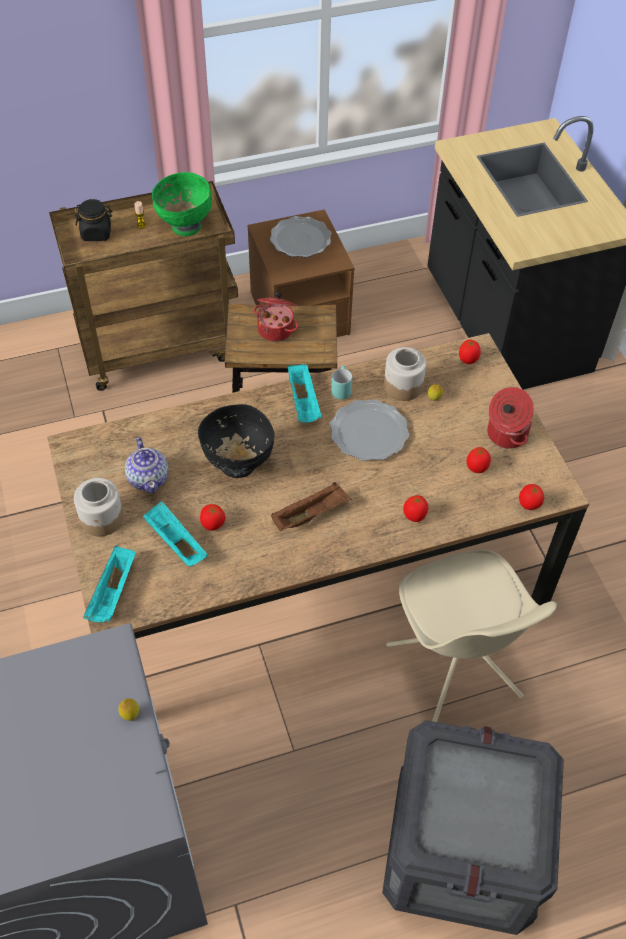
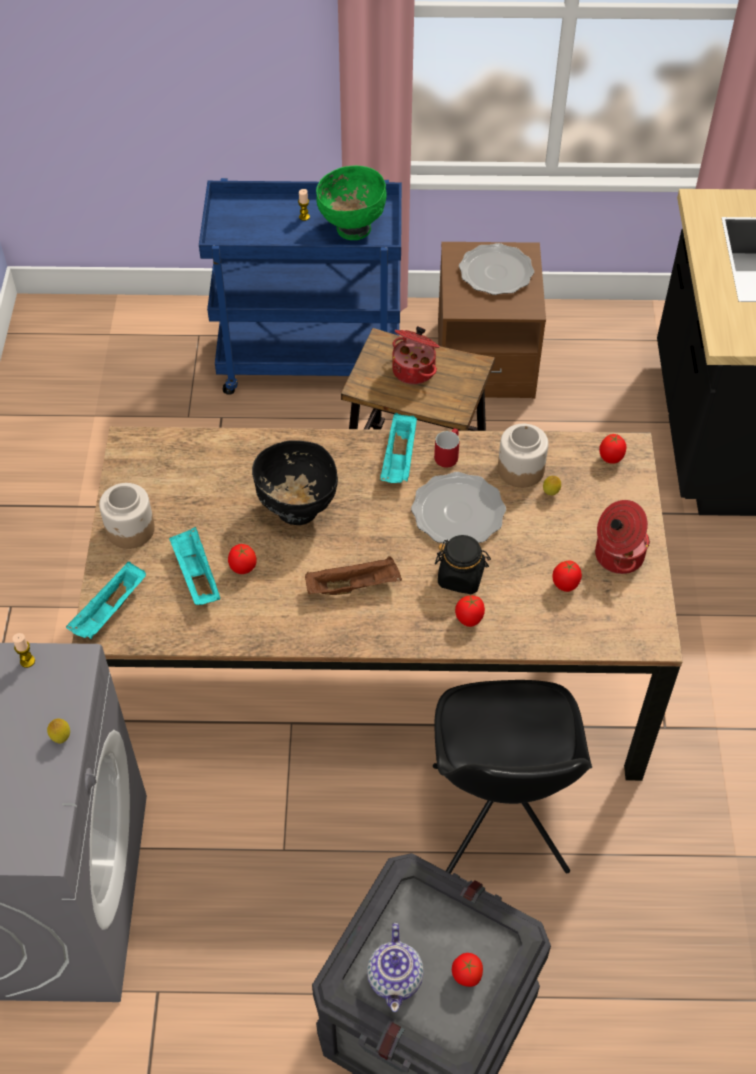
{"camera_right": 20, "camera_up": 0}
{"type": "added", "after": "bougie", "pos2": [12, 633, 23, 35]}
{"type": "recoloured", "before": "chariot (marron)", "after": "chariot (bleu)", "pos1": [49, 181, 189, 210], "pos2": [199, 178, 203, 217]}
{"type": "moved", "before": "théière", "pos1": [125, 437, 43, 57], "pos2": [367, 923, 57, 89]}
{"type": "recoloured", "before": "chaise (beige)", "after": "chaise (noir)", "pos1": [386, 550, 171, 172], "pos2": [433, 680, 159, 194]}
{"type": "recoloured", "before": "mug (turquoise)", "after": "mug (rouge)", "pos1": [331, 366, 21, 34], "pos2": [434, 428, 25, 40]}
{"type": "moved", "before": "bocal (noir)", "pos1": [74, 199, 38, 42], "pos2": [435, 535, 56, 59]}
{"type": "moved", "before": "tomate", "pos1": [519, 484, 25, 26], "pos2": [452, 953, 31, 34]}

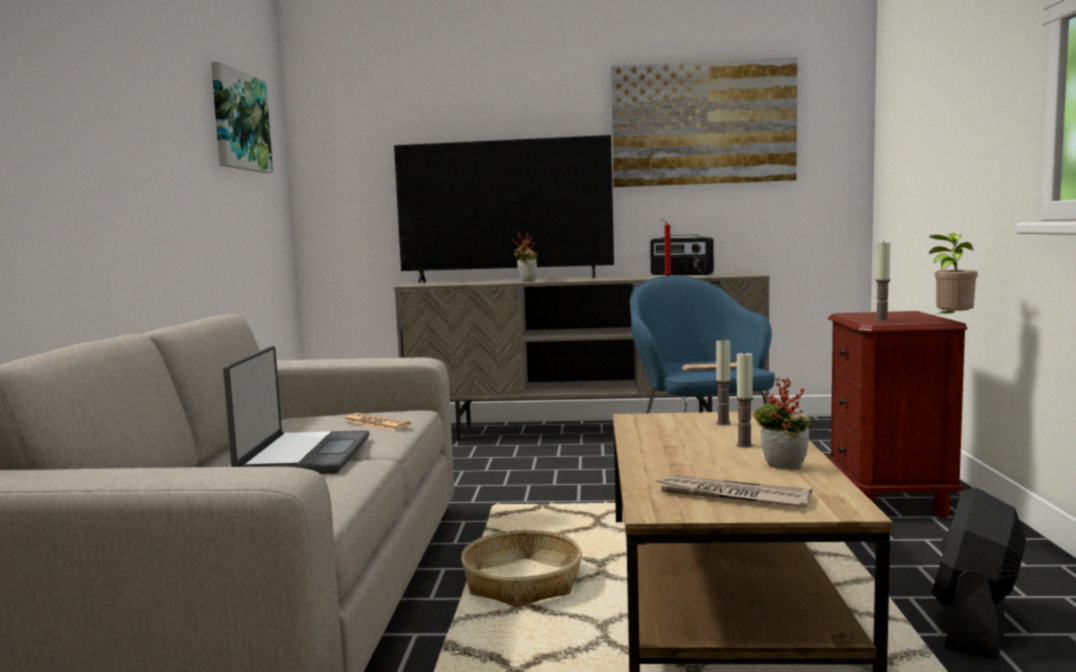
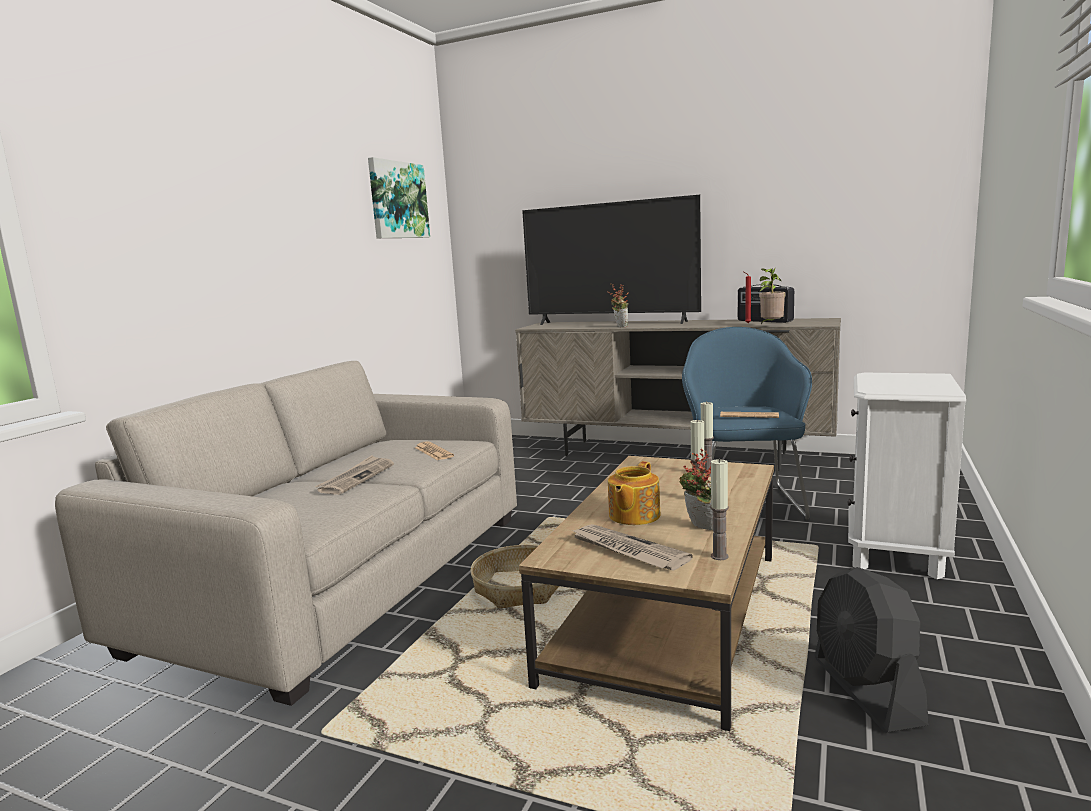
{"camera_right": 20, "camera_up": 5}
{"type": "replaced", "before": "ordinateur portable", "after": "journal", "pos1": [223, 346, 146, 128], "pos2": [315, 456, 79, 39]}
{"type": "added", "after": "théière", "pos2": [608, 461, 53, 64]}
{"type": "moved", "before": "bougie", "pos1": [875, 241, 16, 80], "pos2": [710, 459, 19, 101]}
{"type": "moved", "before": "plante en pot", "pos1": [929, 233, 49, 87], "pos2": [759, 268, 27, 57]}
{"type": "turned", "before": "ventilateur (noir)", "pos1": [932, 487, 94, 173], "pos2": [815, 567, 114, 165], "turn": -60}
{"type": "recoloured", "before": "table de chevet (marron)", "after": "table de chevet (blanc)", "pos1": [826, 311, 141, 207], "pos2": [848, 373, 118, 206]}
{"type": "removed", "before": "tableau", "pos1": [611, 57, 186, 130]}

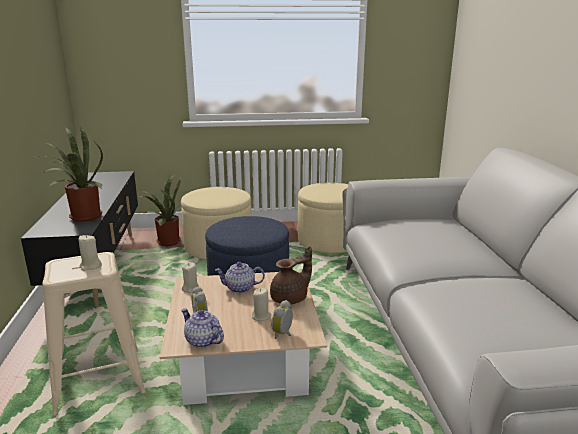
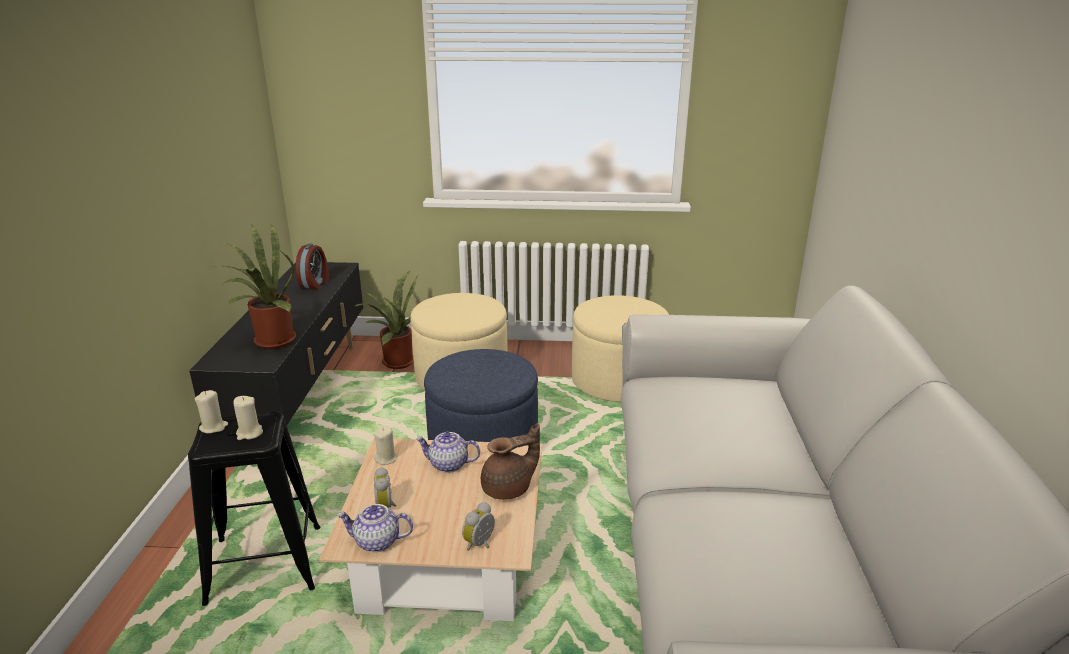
{"camera_right": 10, "camera_up": 5}
{"type": "recoloured", "before": "tabouret (beige)", "after": "tabouret (noir)", "pos1": [42, 252, 104, 163], "pos2": [188, 411, 132, 195]}
{"type": "moved", "before": "bougie (beige)", "pos1": [252, 288, 19, 33], "pos2": [195, 390, 33, 43]}
{"type": "added", "after": "réveil", "pos2": [296, 243, 33, 46]}
{"type": "turned", "before": "théière", "pos1": [181, 309, 43, 39], "pos2": [337, 504, 76, 48], "turn": -45}

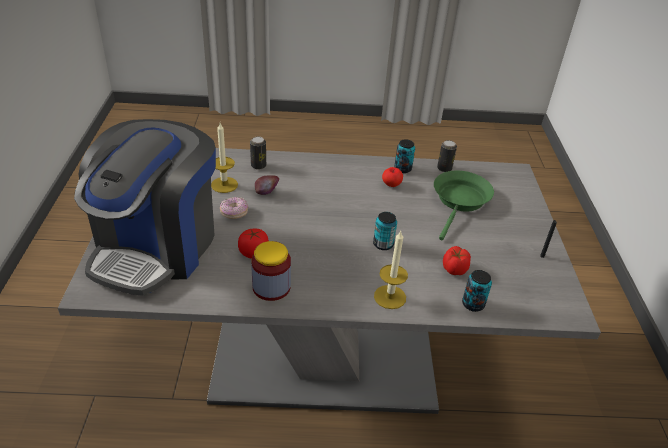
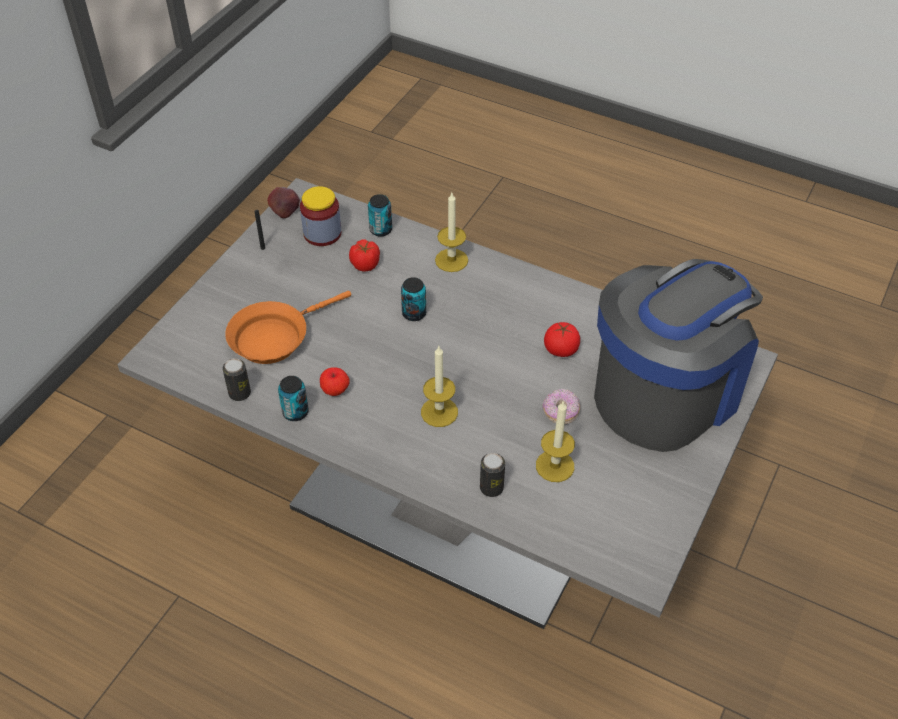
{"camera_right": -150, "camera_up": 10}
{"type": "recoloured", "before": "poêle (vert)", "after": "poêle (orange)", "pos1": [434, 171, 60, 69], "pos2": [225, 291, 126, 73]}
{"type": "moved", "before": "pomme", "pos1": [255, 175, 24, 20], "pos2": [267, 187, 33, 31]}
{"type": "moved", "before": "bocal", "pos1": [251, 241, 40, 60], "pos2": [300, 186, 41, 60]}
{"type": "added", "after": "bougie", "pos2": [421, 346, 37, 81]}

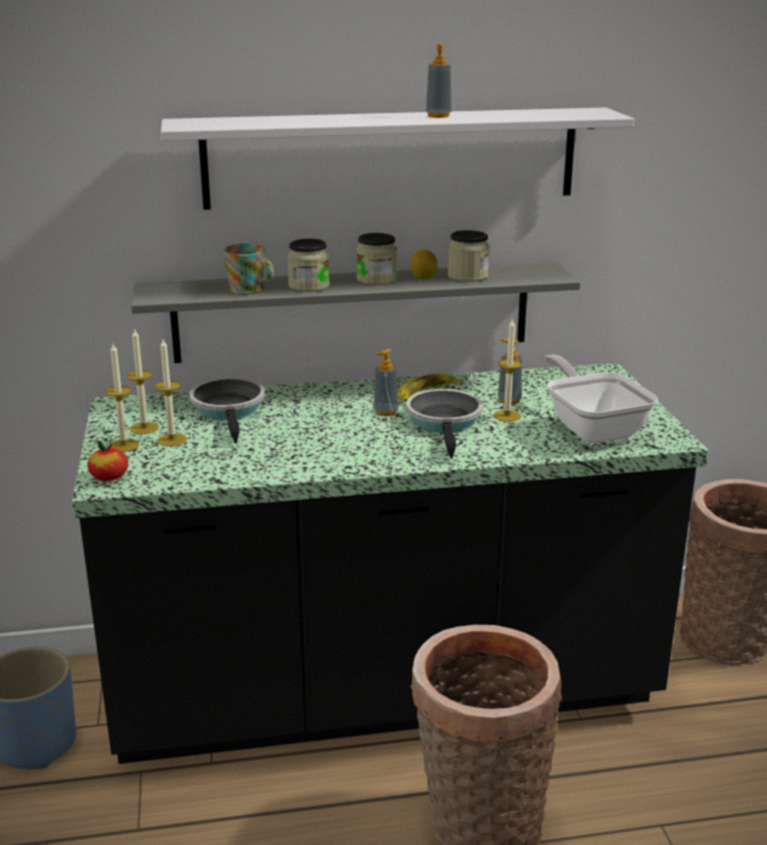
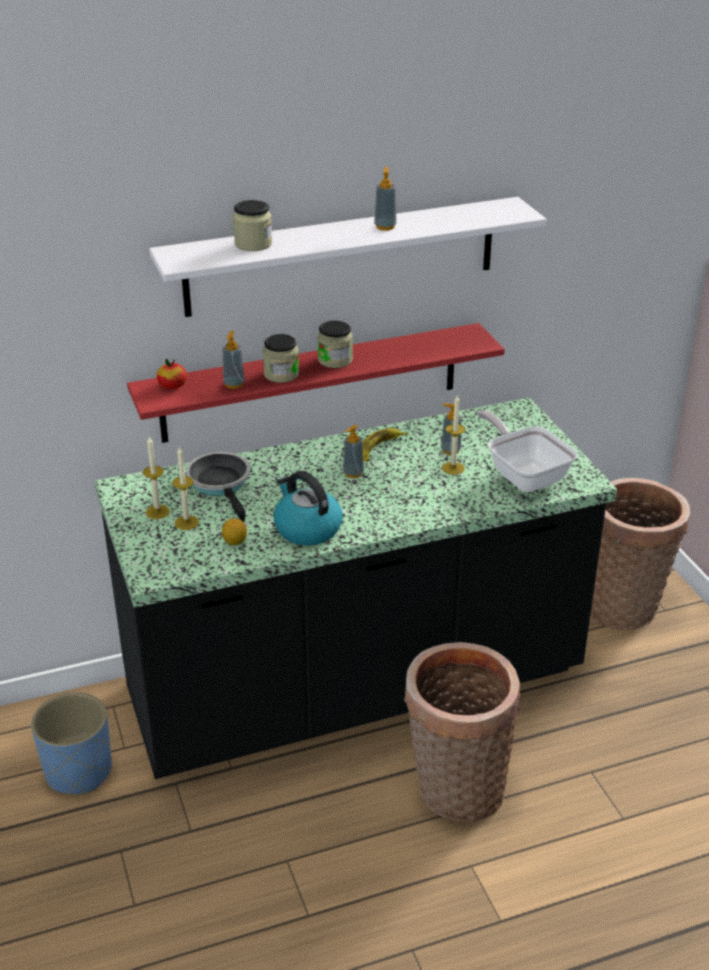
{"camera_right": -10, "camera_up": 10}
{"type": "recoloured", "before": "étagère (gris)", "after": "étagère (rouge)", "pos1": [131, 262, 450, 101], "pos2": [127, 323, 378, 120]}
{"type": "moved", "before": "pomme", "pos1": [88, 441, 40, 40], "pos2": [157, 359, 30, 30]}
{"type": "moved", "before": "citron", "pos1": [410, 250, 27, 29], "pos2": [222, 518, 25, 28]}
{"type": "replaced", "before": "mug", "after": "distributeur de savon", "pos1": [223, 243, 51, 52], "pos2": [223, 331, 22, 58]}
{"type": "moved", "before": "bocal", "pos1": [448, 230, 41, 52], "pos2": [233, 200, 39, 51]}
{"type": "added", "after": "bouilloire", "pos2": [274, 471, 69, 74]}
{"type": "removed", "before": "bougie", "pos1": [105, 344, 34, 108]}
{"type": "removed", "before": "poêle", "pos1": [406, 389, 77, 70]}

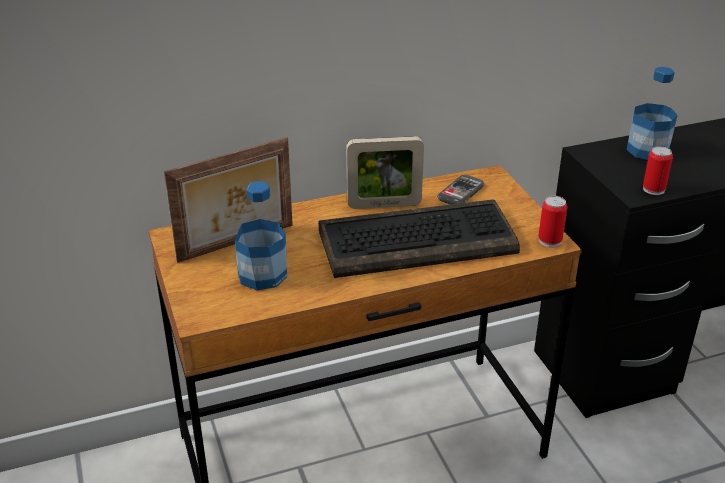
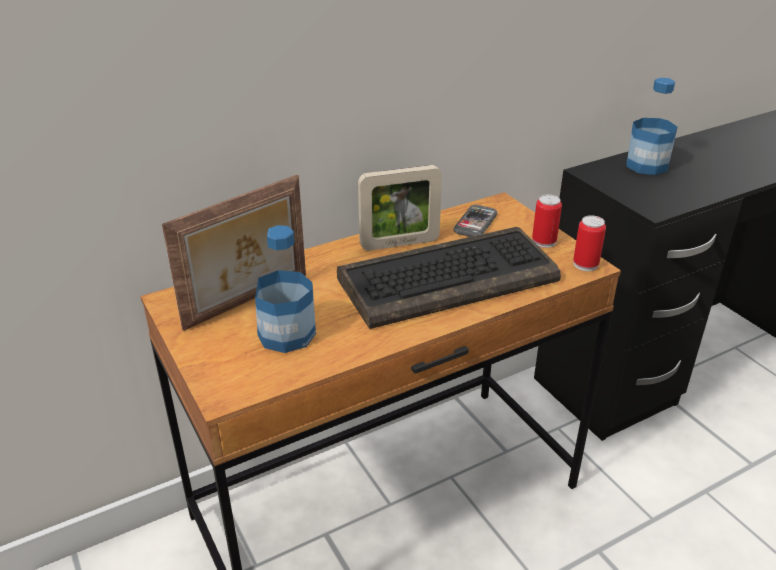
{"camera_right": -10, "camera_up": 0}
{"type": "moved", "before": "boîte métallique", "pos1": [643, 146, 30, 49], "pos2": [532, 194, 30, 54]}

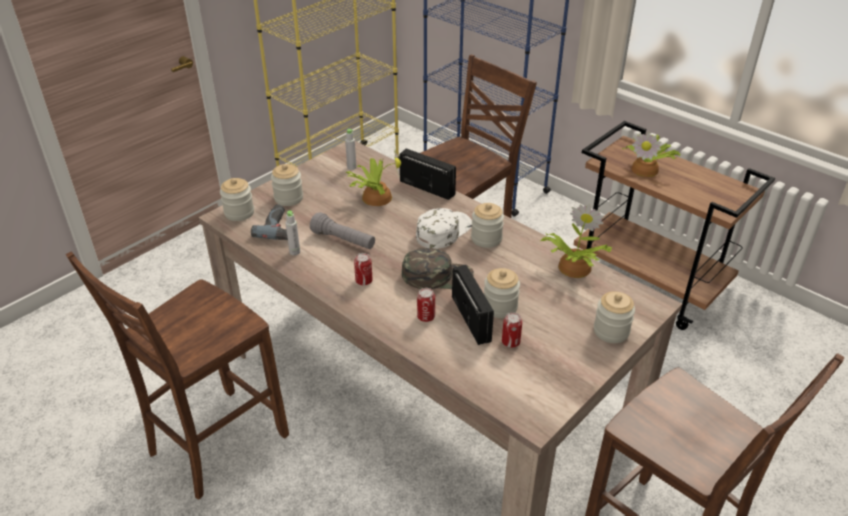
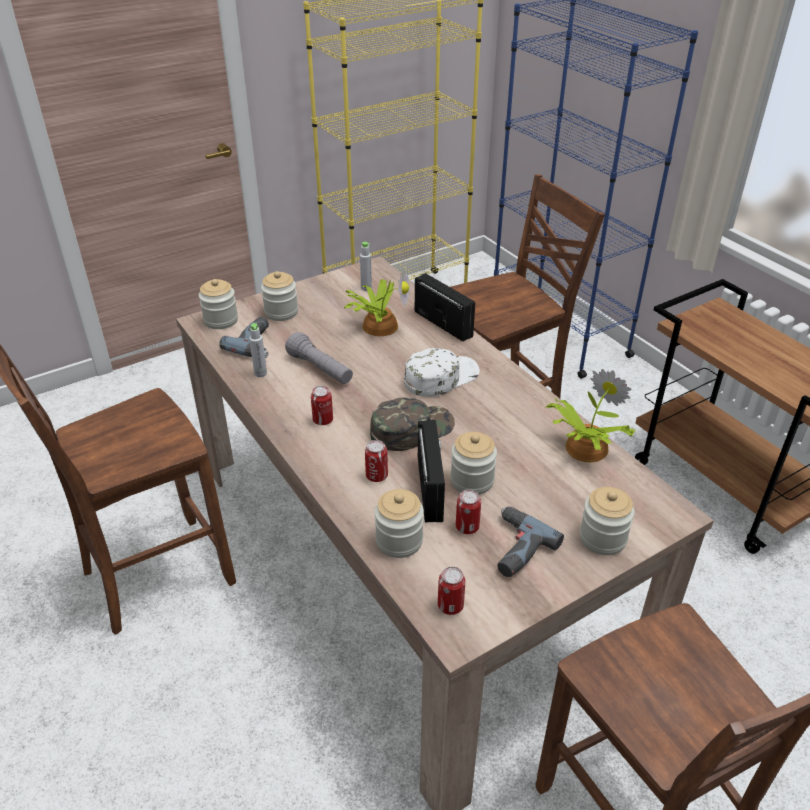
{"camera_right": 15, "camera_up": 0}
{"type": "turned", "before": "casquette (vert)", "pos1": [402, 248, 72, 41], "pos2": [370, 398, 85, 53], "turn": -45}
{"type": "moved", "before": "bocal", "pos1": [471, 203, 33, 45], "pos2": [374, 489, 50, 69]}
{"type": "added", "after": "boîte métallique", "pos2": [438, 567, 27, 48]}
{"type": "added", "after": "perceuse", "pos2": [497, 506, 67, 71]}
{"type": "removed", "before": "plante en pot", "pos1": [622, 132, 58, 45]}

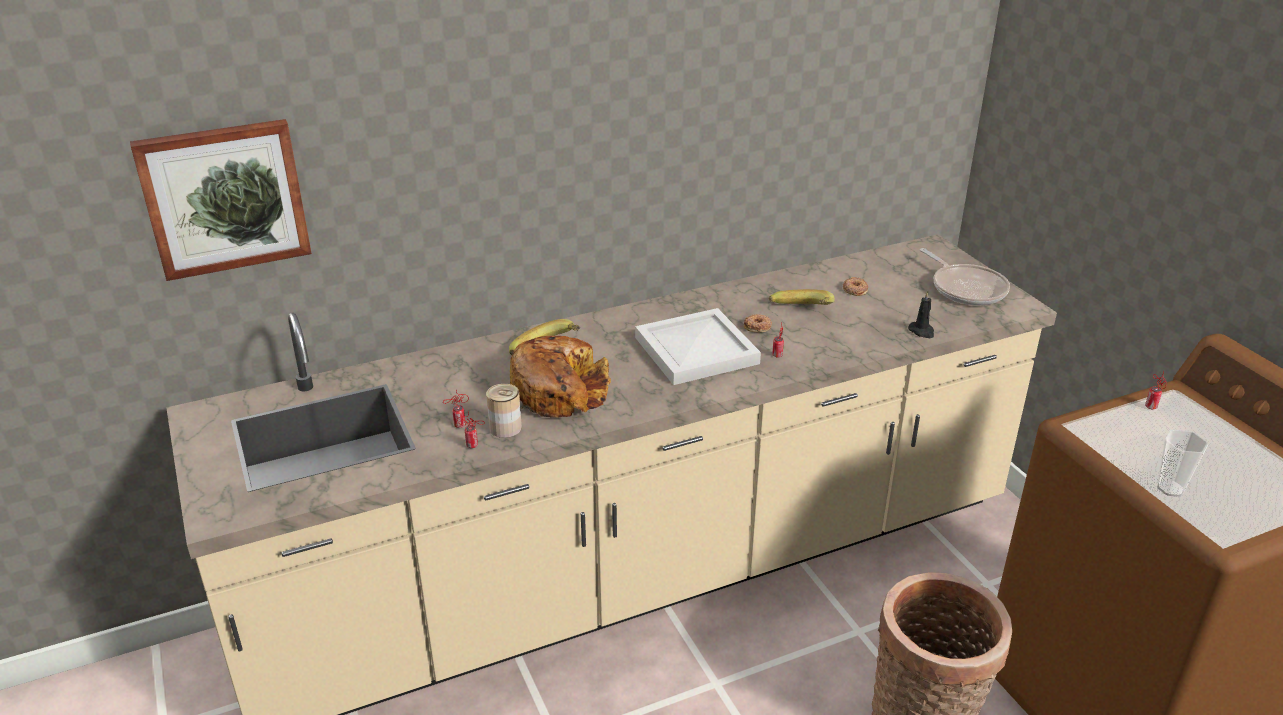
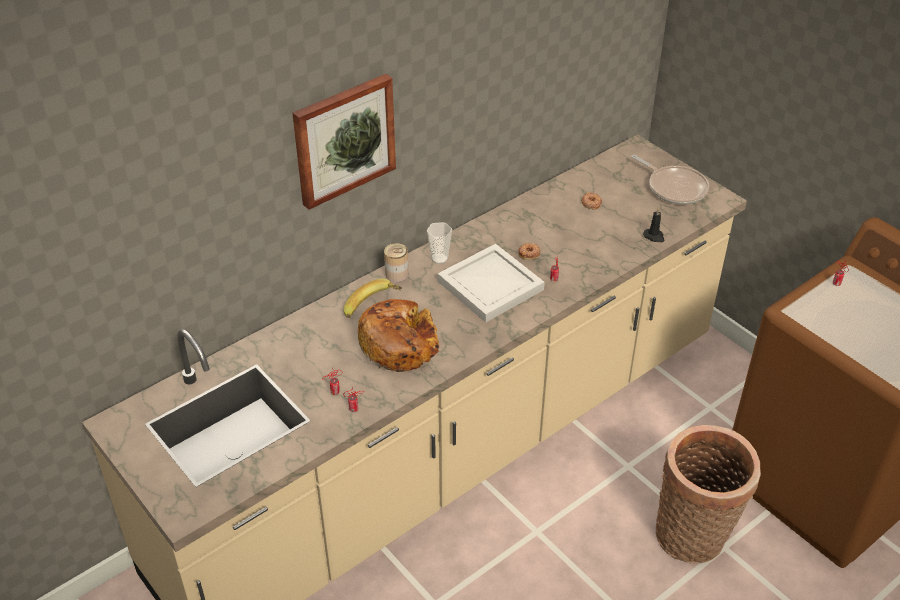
{"camera_right": -15, "camera_up": 10}
{"type": "moved", "before": "tableau", "pos1": [130, 119, 182, 162], "pos2": [292, 74, 104, 136]}
{"type": "moved", "before": "boîte métallique", "pos1": [486, 384, 36, 54], "pos2": [384, 243, 24, 39]}
{"type": "moved", "before": "tasse", "pos1": [1157, 430, 51, 67], "pos2": [427, 222, 25, 42]}
{"type": "removed", "before": "banane", "pos1": [769, 289, 66, 16]}

